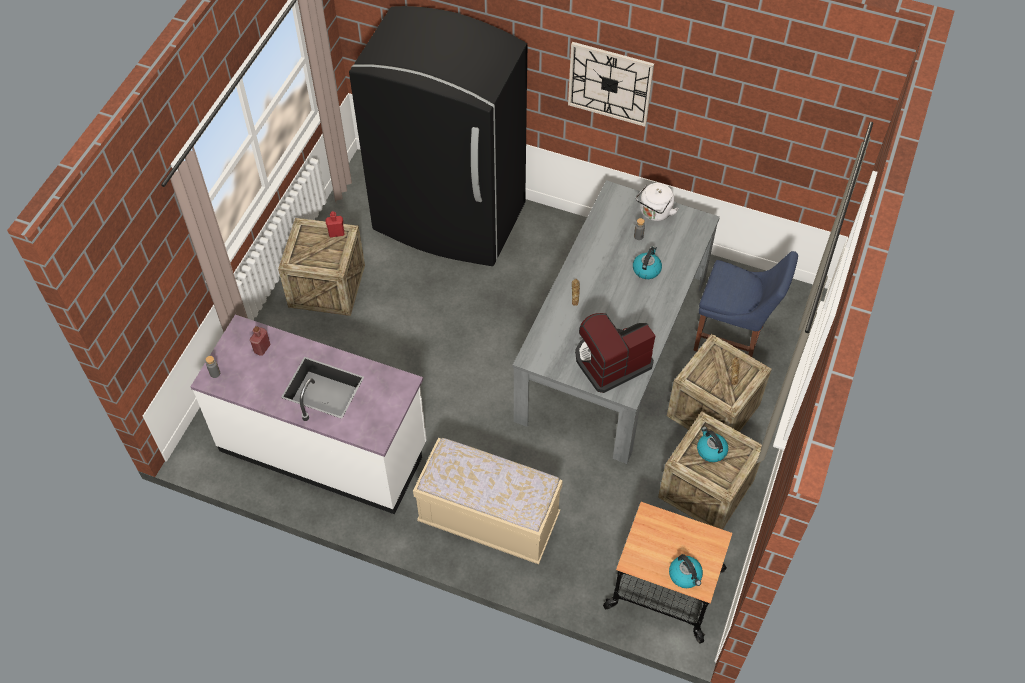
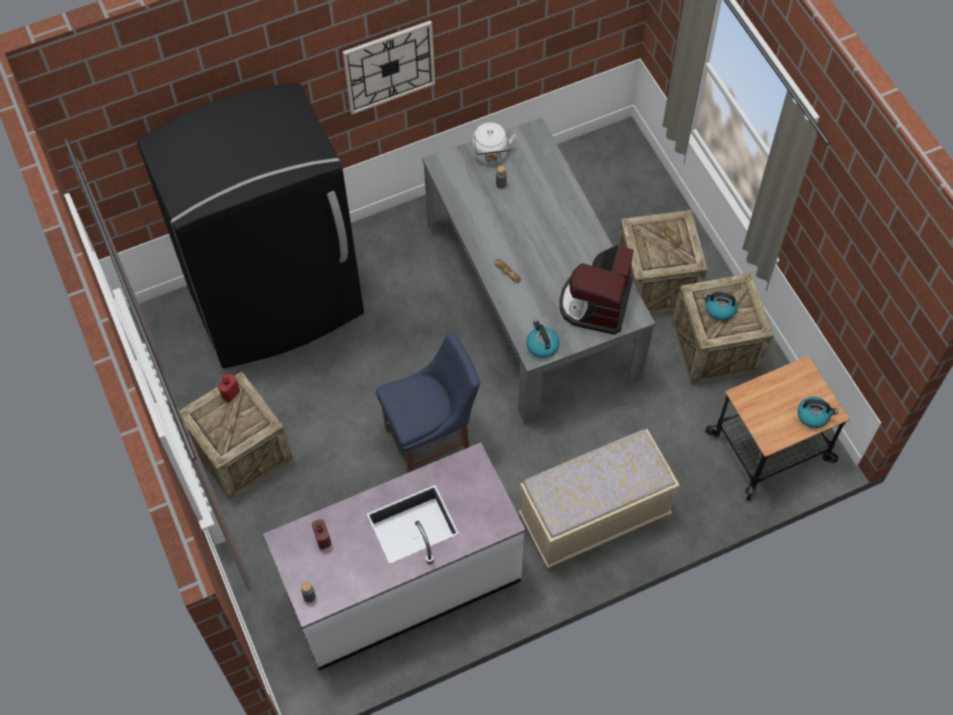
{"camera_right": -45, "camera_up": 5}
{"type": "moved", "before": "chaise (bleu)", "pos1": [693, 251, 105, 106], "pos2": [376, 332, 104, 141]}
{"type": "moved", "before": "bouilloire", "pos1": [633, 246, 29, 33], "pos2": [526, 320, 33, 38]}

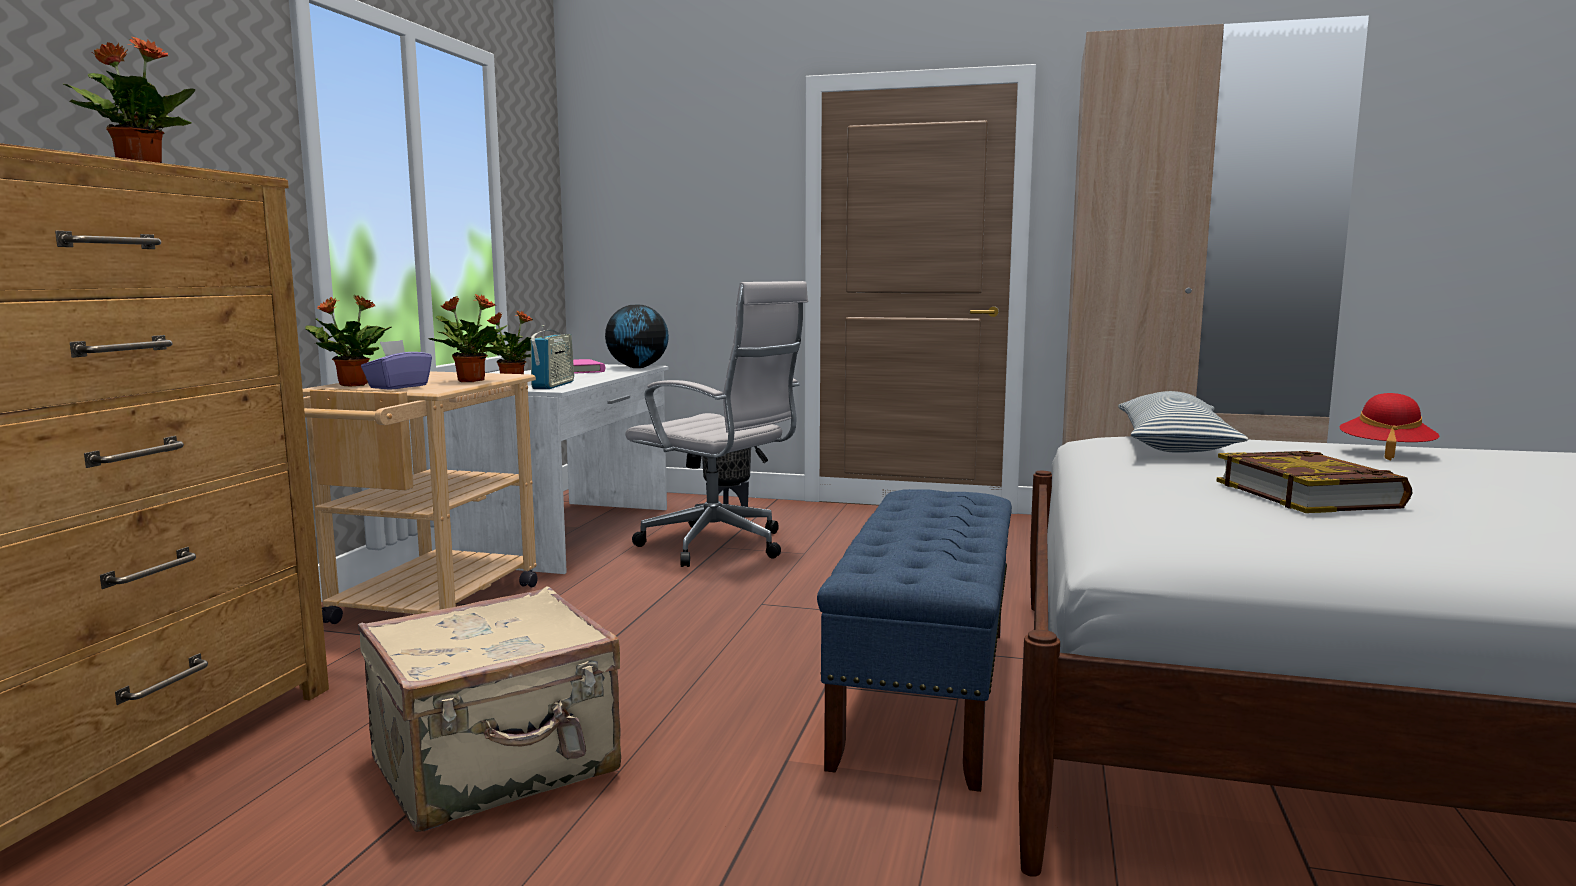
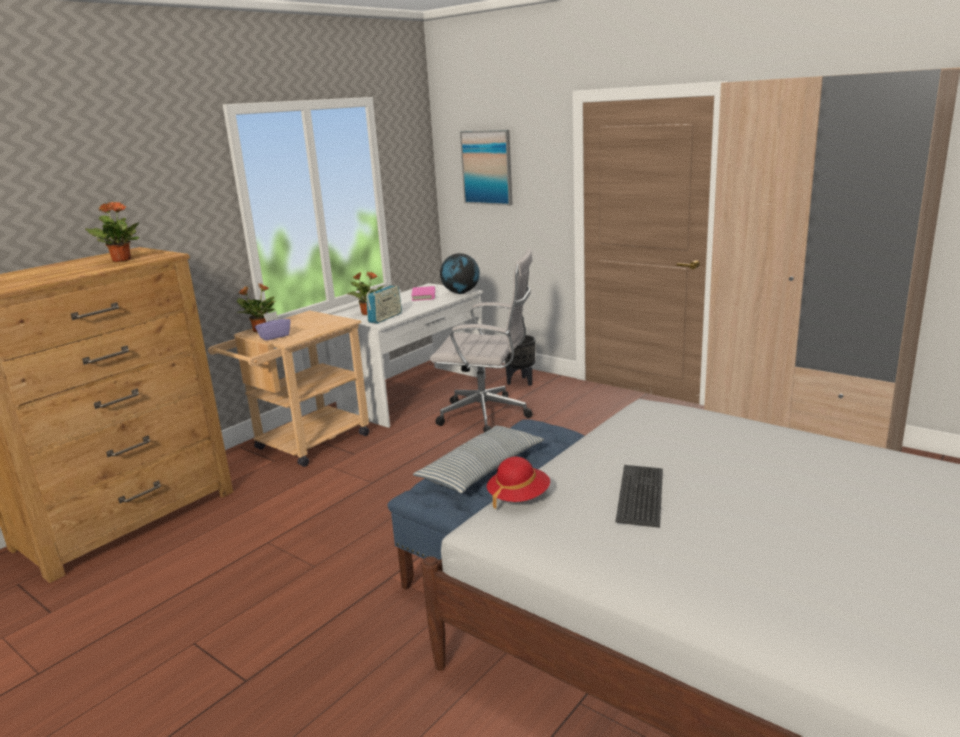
{"camera_right": 25, "camera_up": 10}
{"type": "moved", "before": "coussin", "pos1": [1118, 391, 130, 62], "pos2": [413, 425, 131, 68]}
{"type": "turned", "before": "chaise de bureau (blanc)", "pos1": [625, 281, 183, 286], "pos2": [430, 249, 103, 183], "turn": -45}
{"type": "added", "after": "tableau", "pos2": [460, 130, 53, 76]}
{"type": "moved", "before": "chapeau (rouge)", "pos1": [1339, 393, 100, 67], "pos2": [487, 457, 63, 53]}
{"type": "replaced", "before": "livre", "after": "clavier", "pos1": [1217, 451, 196, 62], "pos2": [616, 465, 47, 63]}
{"type": "removed", "before": "valise (beige)", "pos1": [358, 586, 263, 246]}
{"type": "removed", "before": "plante en pot", "pos1": [427, 294, 81, 88]}

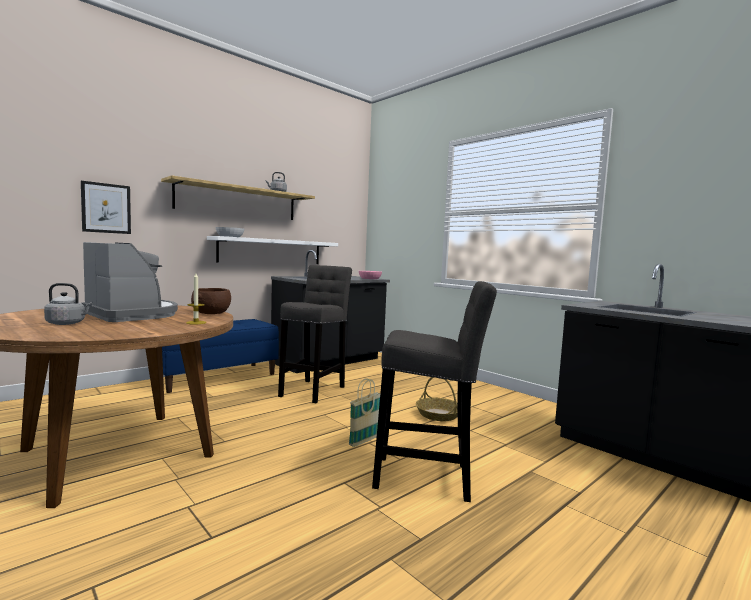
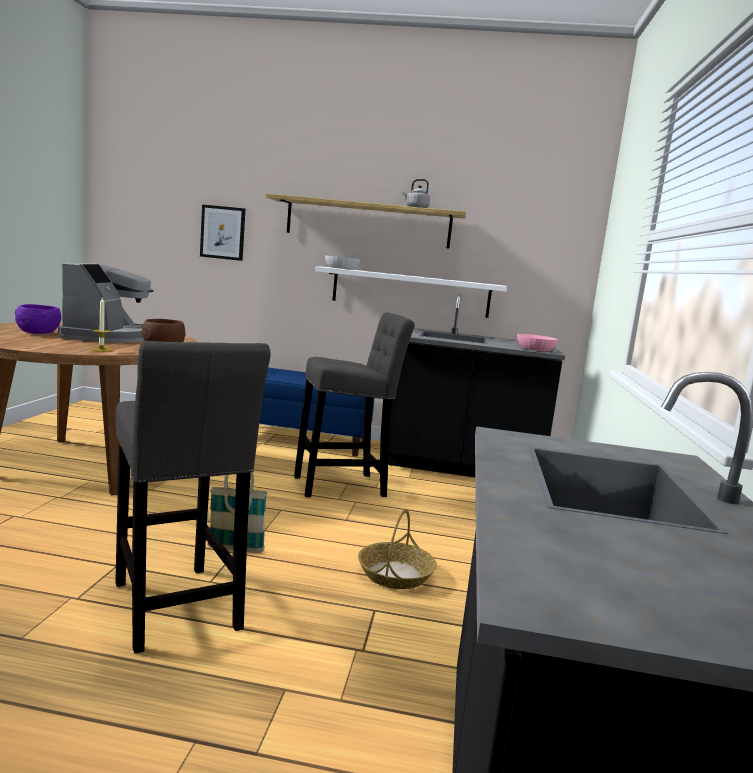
{"camera_right": 50, "camera_up": 5}
{"type": "replaced", "before": "bouilloire (gris)", "after": "bol (violet)", "pos1": [44, 283, 49, 42], "pos2": [15, 304, 46, 30]}

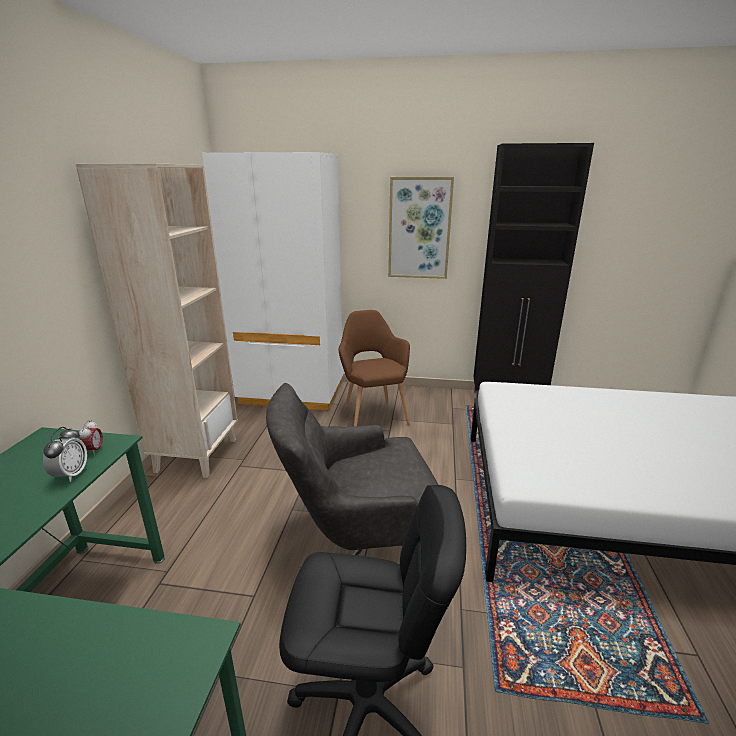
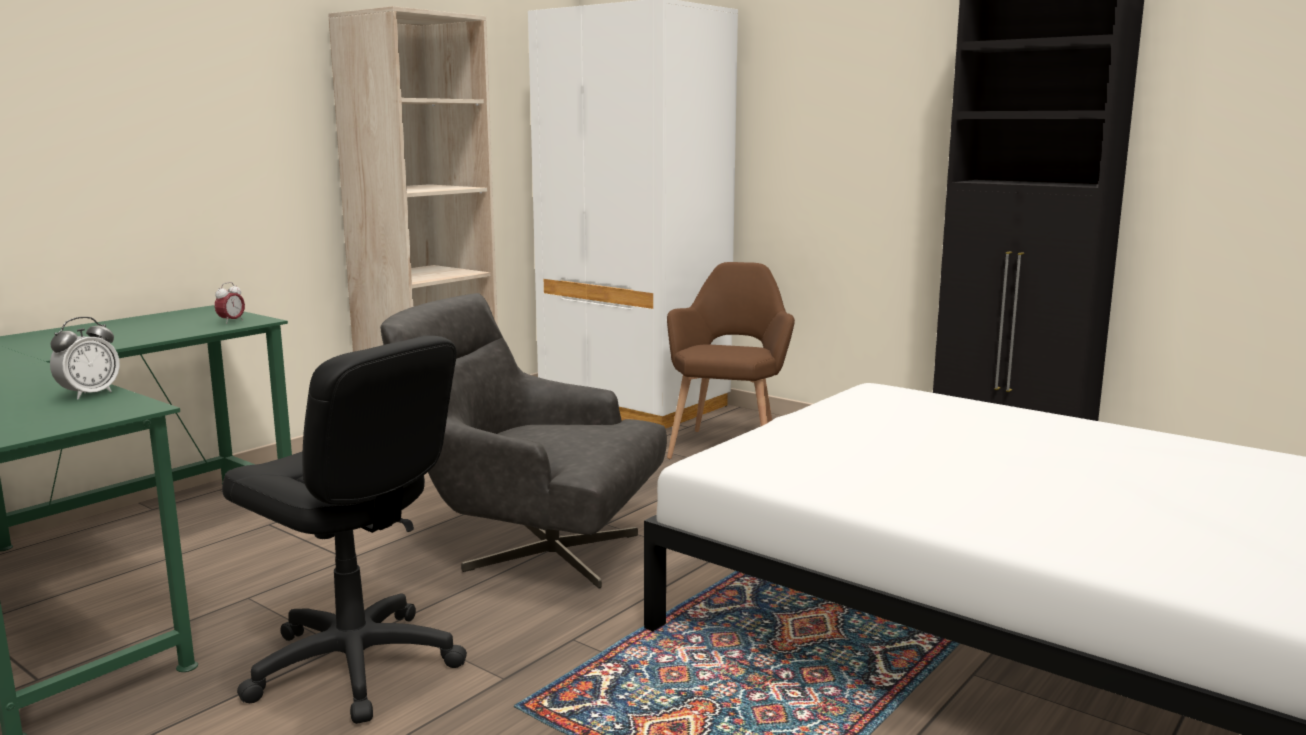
{"camera_right": 30, "camera_up": -10}
{"type": "moved", "before": "réveil", "pos1": [43, 427, 44, 55], "pos2": [50, 317, 70, 83]}
{"type": "removed", "before": "tableau", "pos1": [388, 177, 66, 102]}

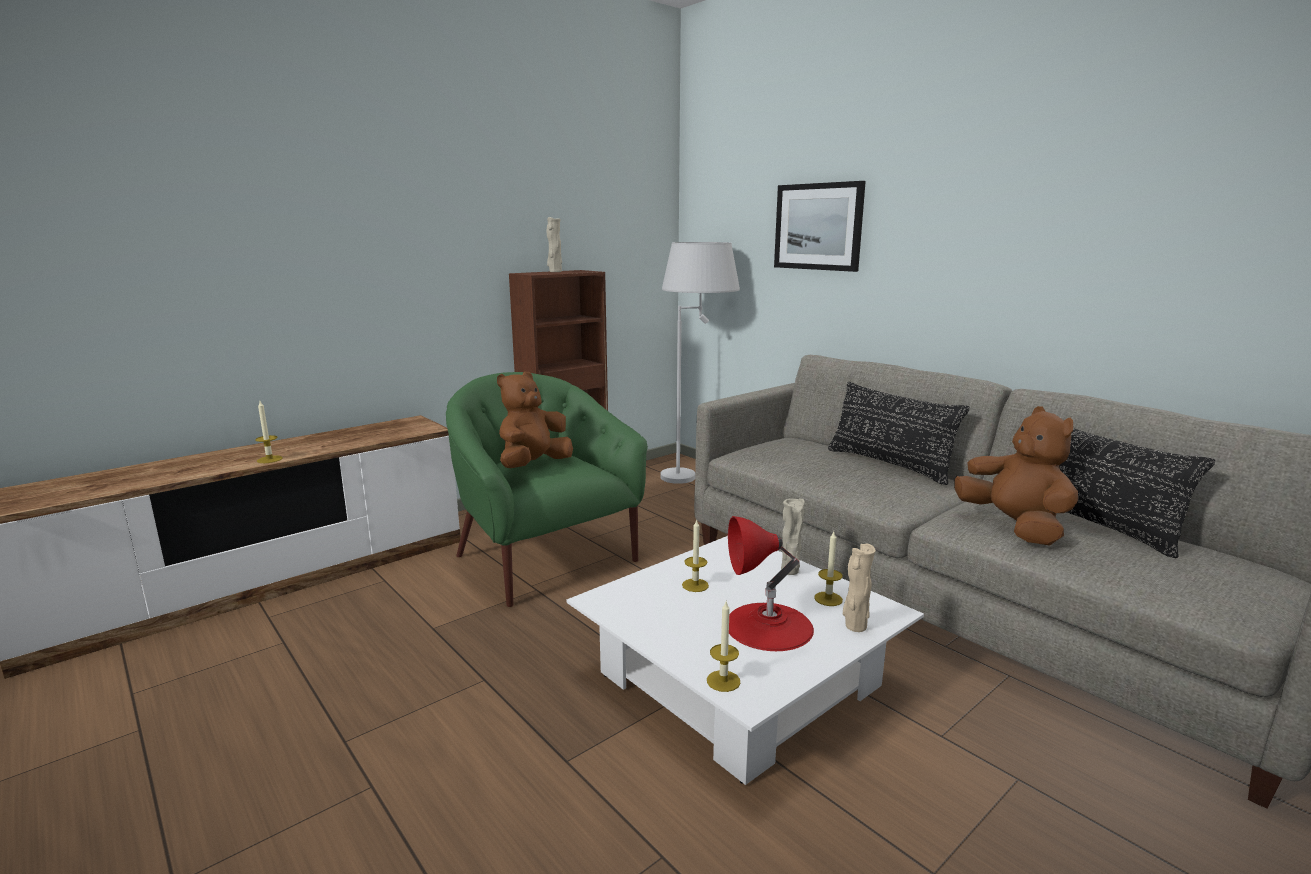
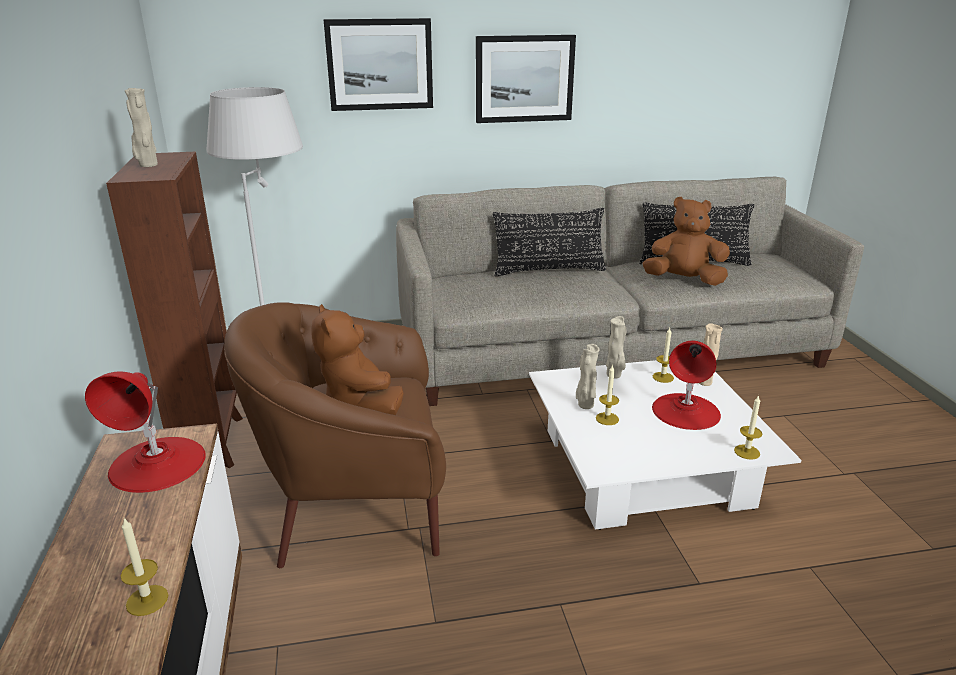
{"camera_right": -60, "camera_up": 10}
{"type": "added", "after": "lampe de table (rouge)", "pos2": [85, 372, 121, 121]}
{"type": "recoloured", "before": "fauteuil (vert)", "after": "fauteuil (marron)", "pos1": [446, 372, 202, 235], "pos2": [224, 302, 222, 266]}
{"type": "added", "after": "tableau", "pos2": [476, 35, 100, 88]}
{"type": "added", "after": "vase (beige)", "pos2": [576, 344, 24, 65]}

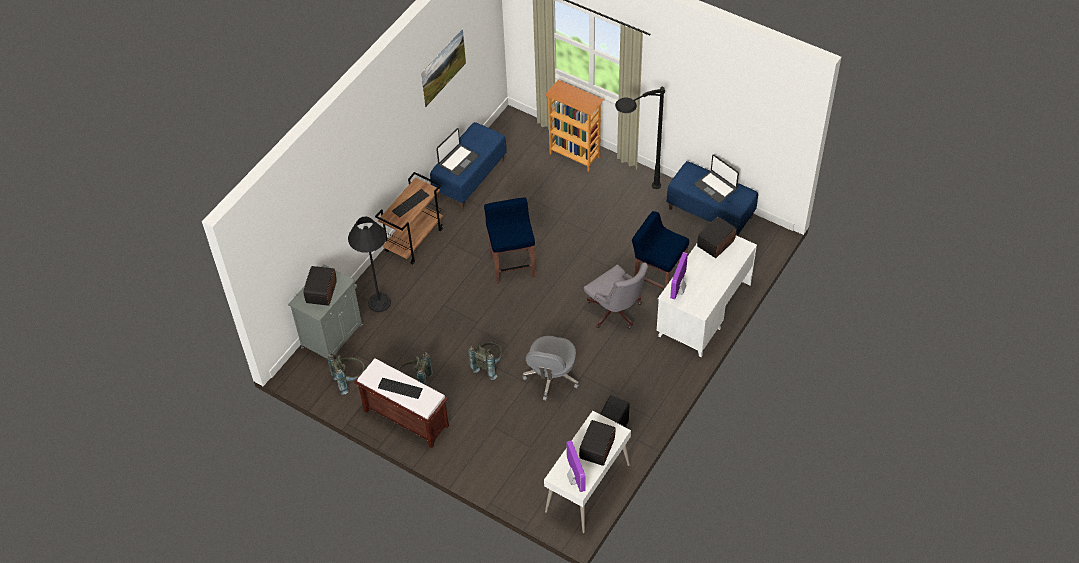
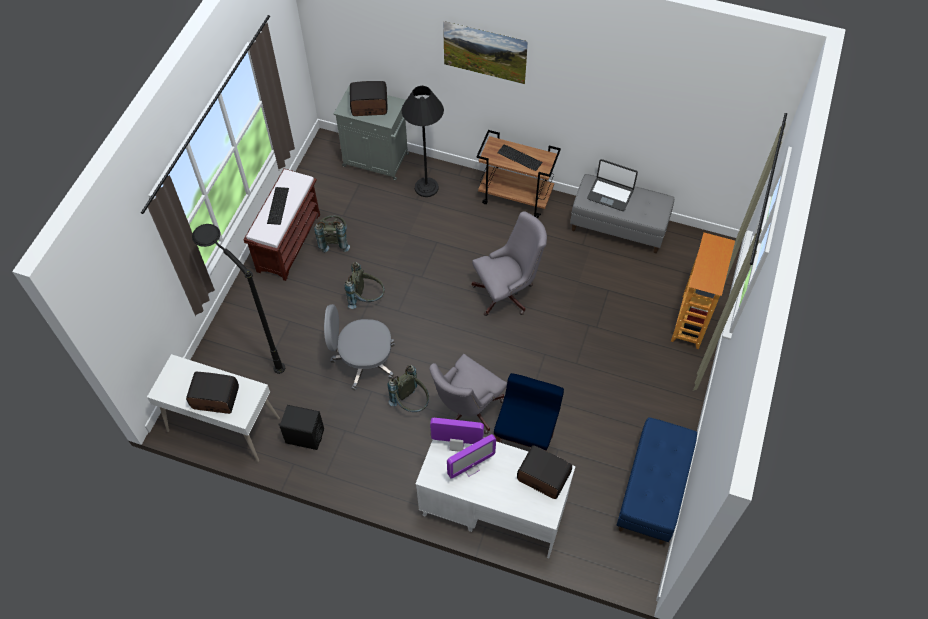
{"camera_right": 75, "camera_up": 5}
{"type": "moved", "before": "lampadaire (noir)", "pos1": [615, 87, 50, 102], "pos2": [192, 224, 93, 150]}
{"type": "moved", "before": "sac à dos (gris)", "pos1": [327, 353, 38, 42], "pos2": [388, 365, 41, 47]}
{"type": "moved", "before": "tableau", "pos1": [421, 29, 45, 79], "pos2": [443, 21, 85, 63]}
{"type": "moved", "before": "écran d'ordinateur", "pos1": [566, 440, 20, 52], "pos2": [447, 434, 49, 45]}
{"type": "replaced", "before": "tabouret (bleu)", "after": "chaise de bureau (gris)", "pos1": [484, 198, 51, 86], "pos2": [472, 211, 75, 105]}
{"type": "recoloured", "before": "banc (bleu)", "after": "banc (gris)", "pos1": [430, 122, 77, 87], "pos2": [570, 174, 104, 79]}
{"type": "removed", "before": "ordinateur portable", "pos1": [694, 154, 45, 49]}

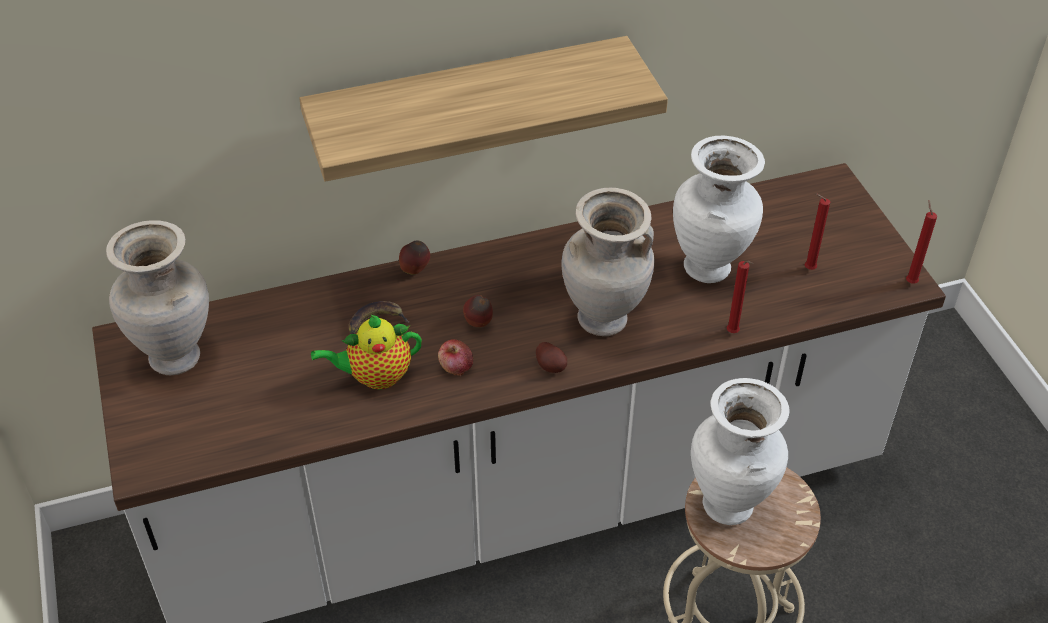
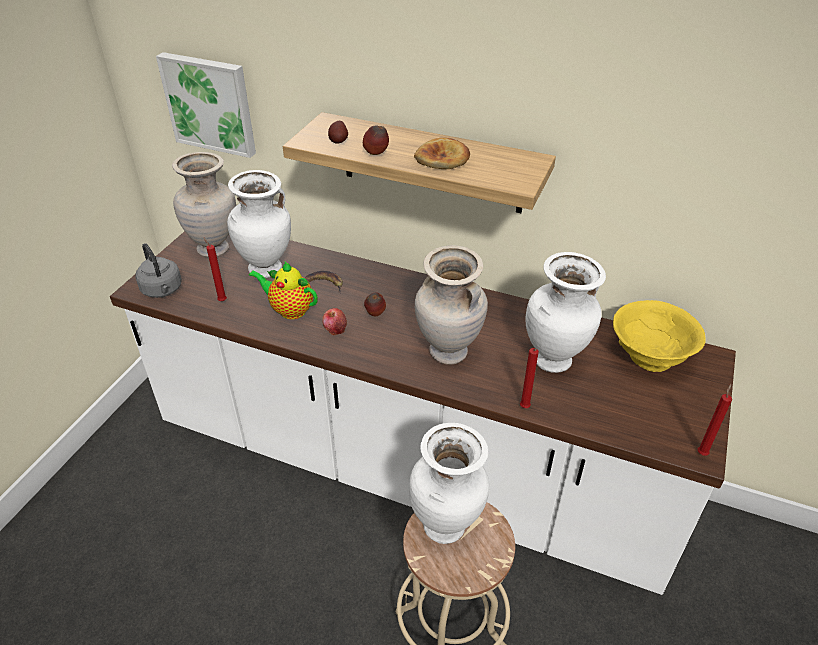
{"camera_right": 40, "camera_up": -5}
{"type": "added", "after": "bouilloire (gris)", "pos2": [135, 243, 47, 55]}
{"type": "added", "after": "tableau", "pos2": [156, 52, 100, 106]}
{"type": "moved", "before": "bougie (rouge)", "pos1": [805, 194, 25, 76], "pos2": [203, 237, 24, 64]}
{"type": "added", "after": "vase (blanc)", "pos2": [227, 170, 64, 108]}
{"type": "moved", "before": "pomme de terre", "pos1": [536, 342, 31, 31], "pos2": [328, 121, 20, 23]}
{"type": "moved", "before": "pomme", "pos1": [399, 240, 31, 35], "pos2": [363, 125, 26, 30]}
{"type": "added", "after": "pain", "pos2": [414, 138, 56, 31]}
{"type": "added", "after": "bol (jaune)", "pos2": [613, 300, 93, 72]}

